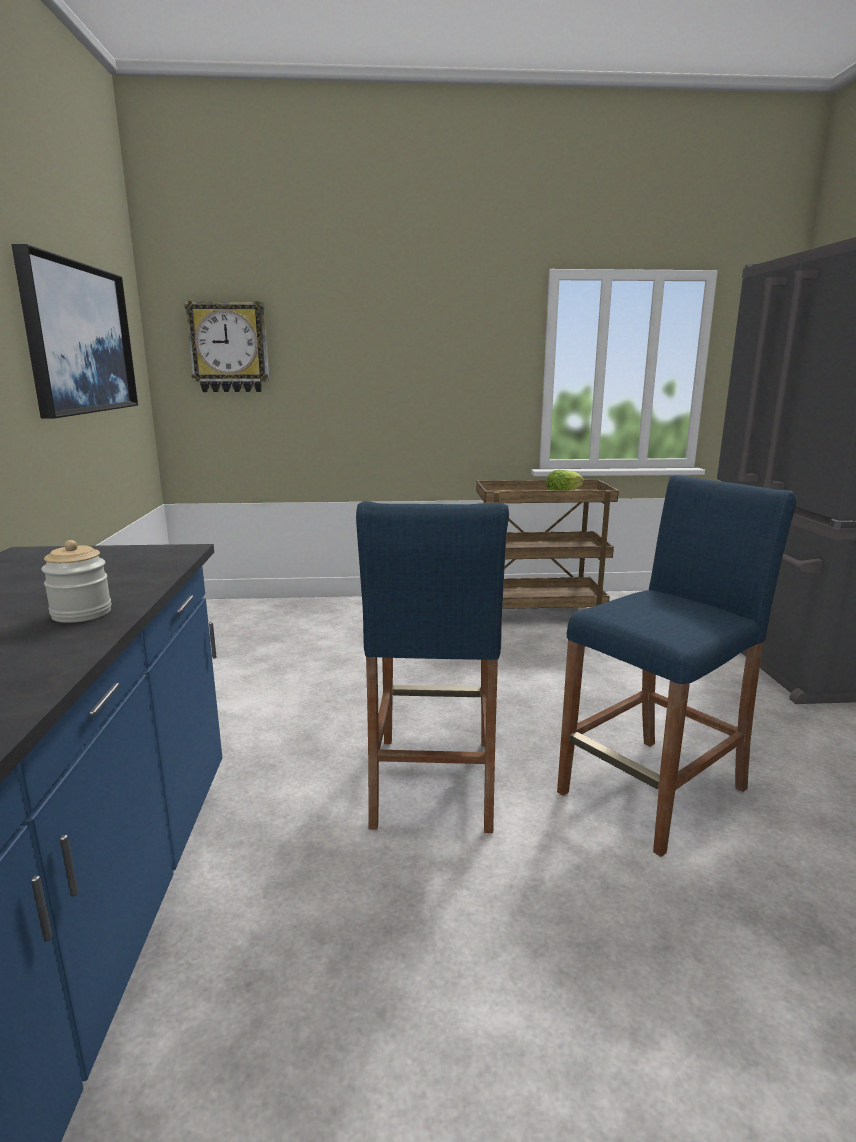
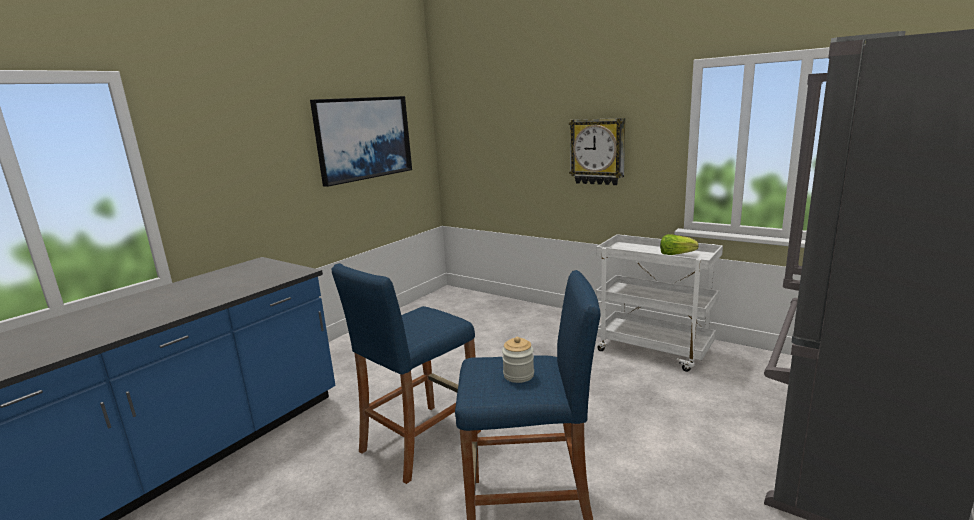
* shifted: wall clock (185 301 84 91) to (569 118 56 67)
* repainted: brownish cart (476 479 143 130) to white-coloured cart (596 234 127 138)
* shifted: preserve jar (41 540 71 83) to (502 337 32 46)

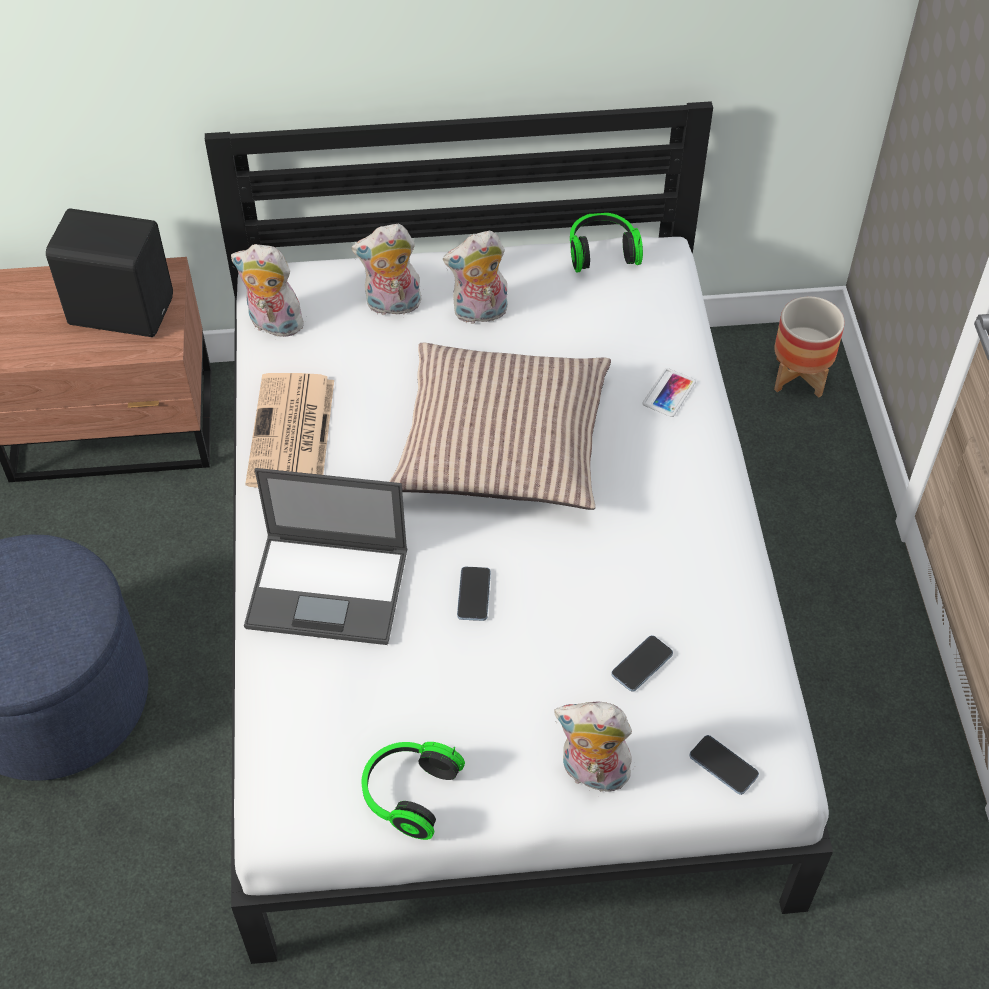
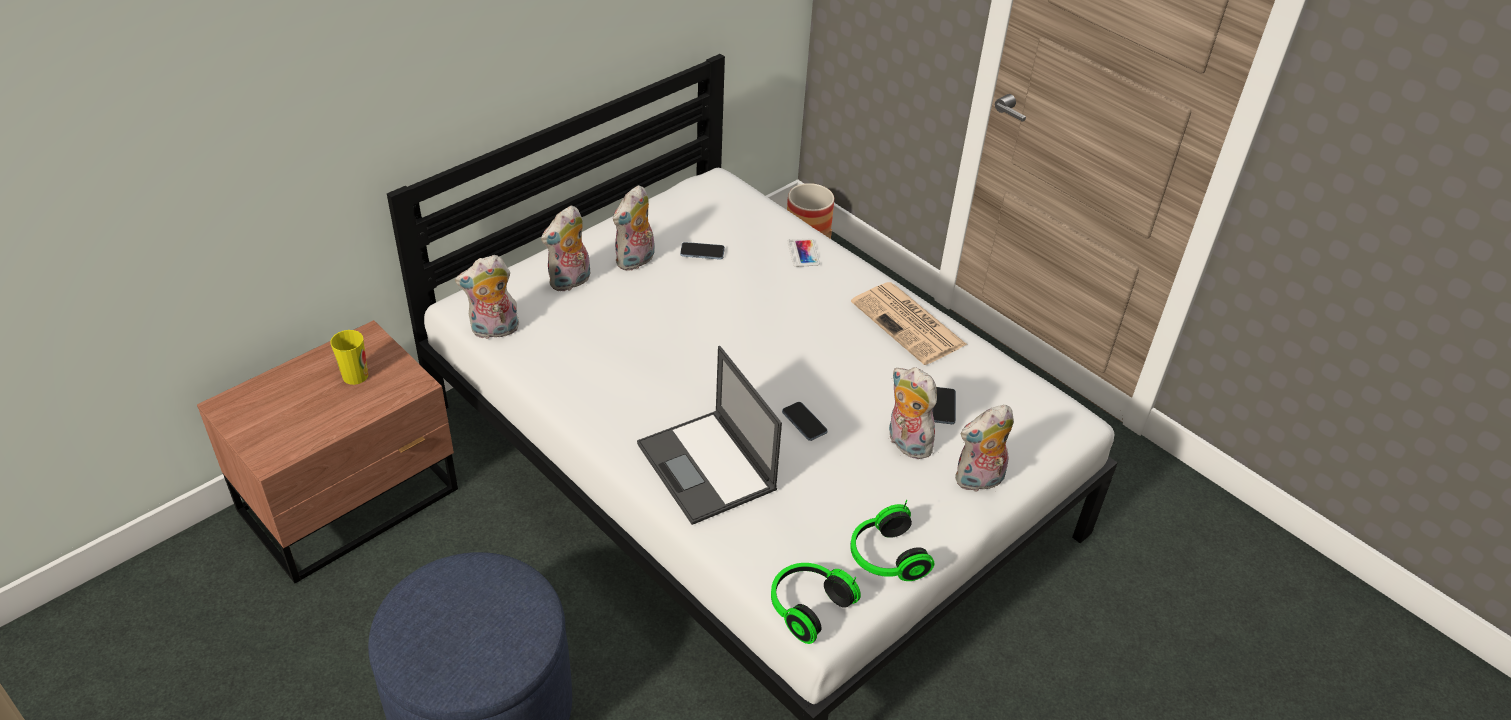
* swapped: black loudspeaker (46 208 127 129) to cup (330 330 38 55)
* shifted: headset (570 213 73 59) to (771 563 90 81)
* gone: pillow (389 343 222 167)
* shifted: printed paper (245 373 89 115) to (851 282 116 83)
* rotated: portable computer (244 468 163 177) = (637 346 145 179) 90 degrees clockwise
* shifted: telephone (689 735 70 60) to (680 242 45 18)
* new: plush toy (889 367 49 92)

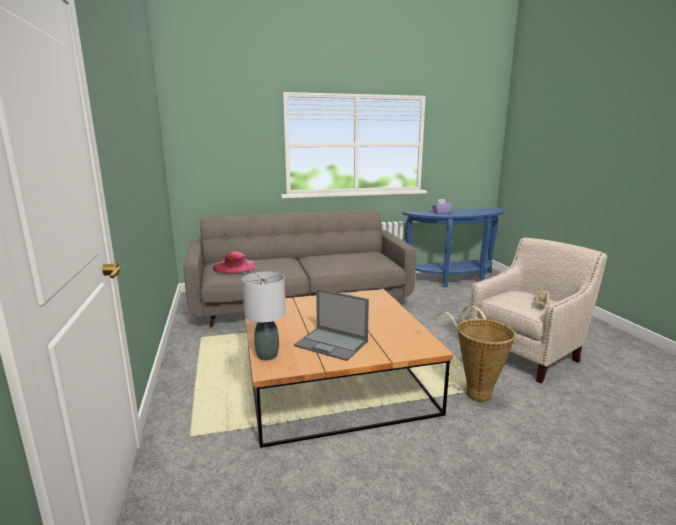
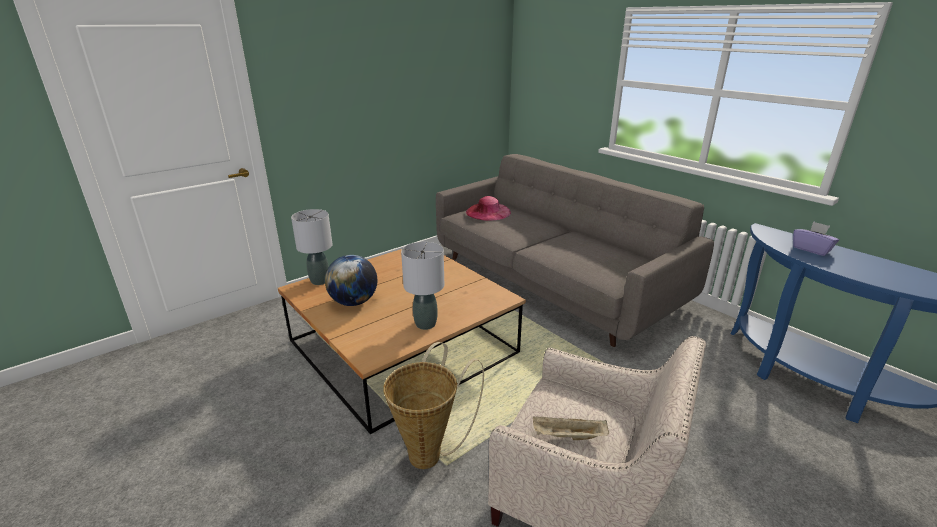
* swapped: portable computer (294 289 75 72) to globe (325 255 52 51)
* new: grey lamp for a table (401 242 43 88)

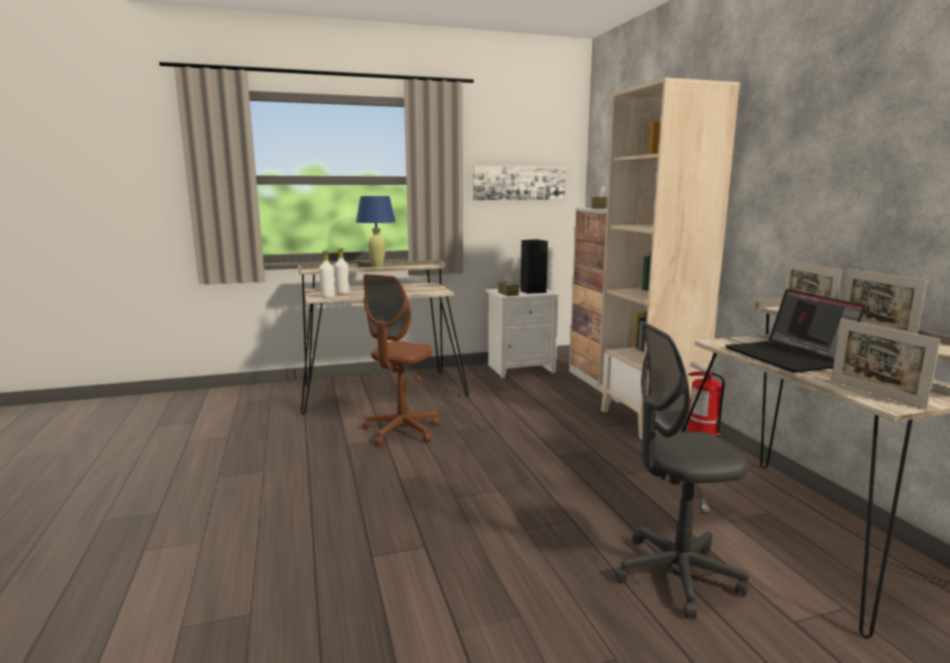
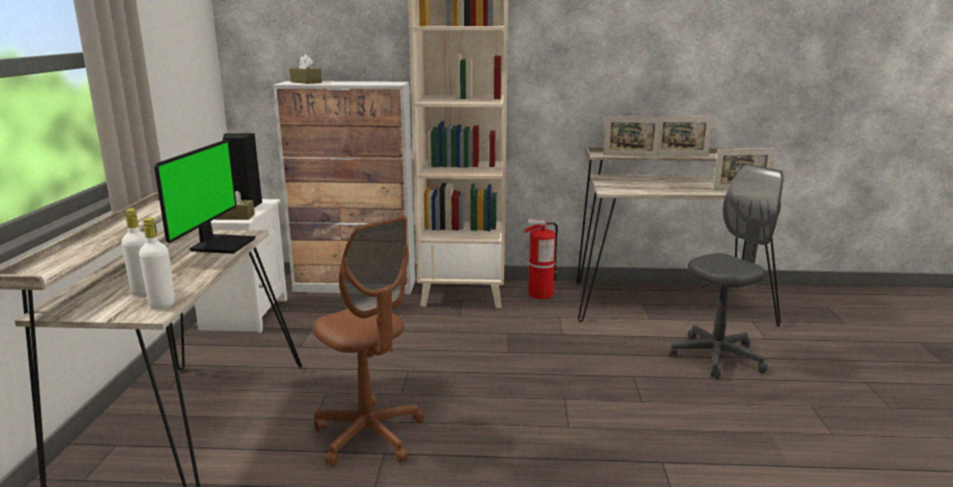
* gone: wall art (473 166 93 34)
* gone: blue lamp for a table (356 196 40 73)
* gone: portable computer (725 289 140 84)
* rotated: grey computer chair (614 322 135 297) = (670 164 114 215) 135 degrees counterclockwise
* new: computer screen (154 140 102 114)

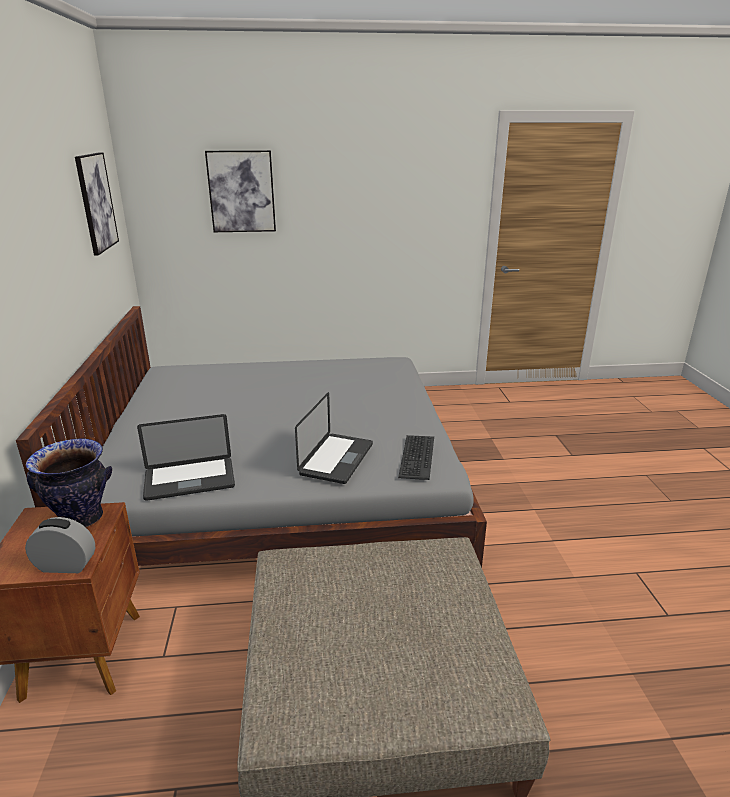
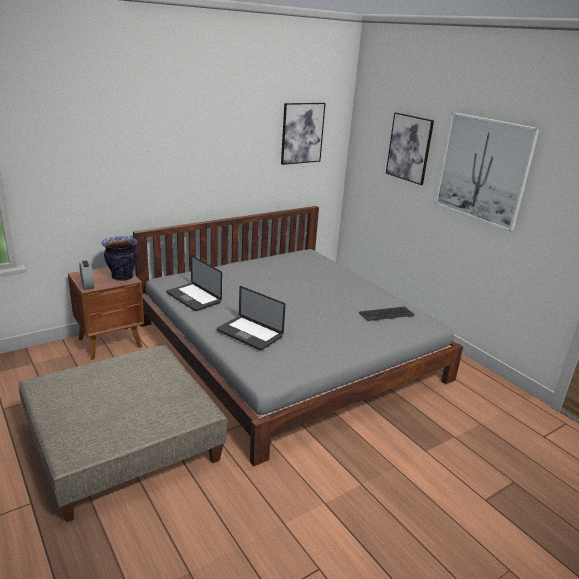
* rotated: portable computer (295 392 78 92) = (217 286 69 64) 45 degrees clockwise
* shifted: PC keyboard (398 435 36 45) to (359 307 56 14)
* new: wall art (435 112 105 120)

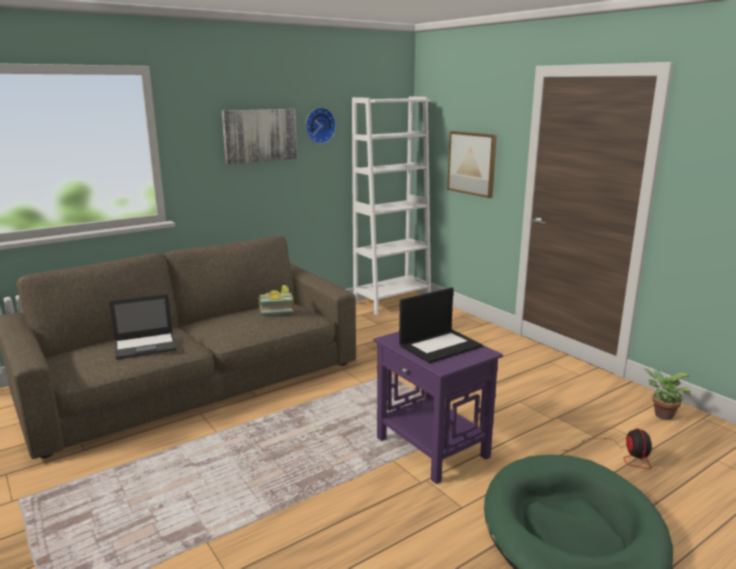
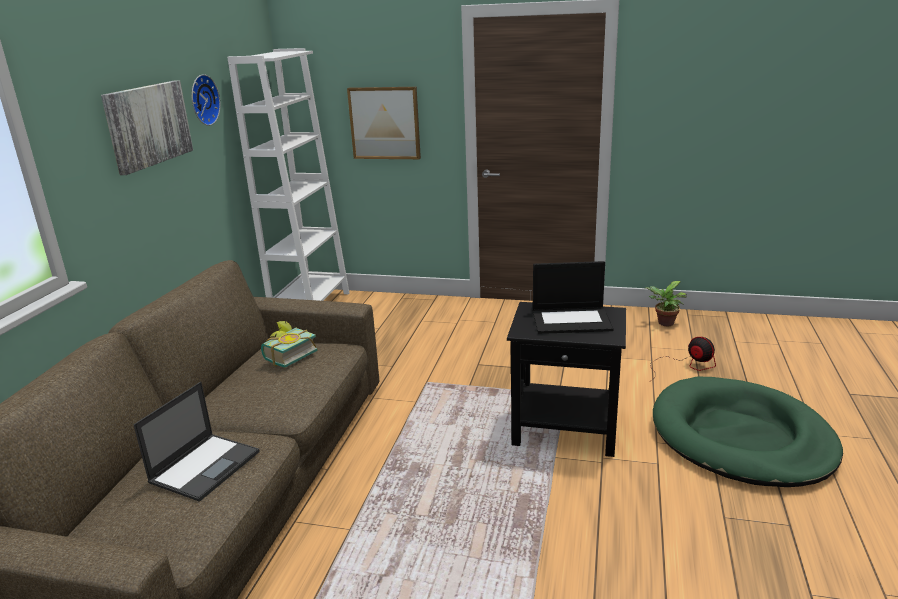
* rotated: portable computer (399 287 84 76) = (532 261 82 73) 75 degrees clockwise
* repainted: purplish end table (373 331 130 153) to black end table (507 302 119 155)

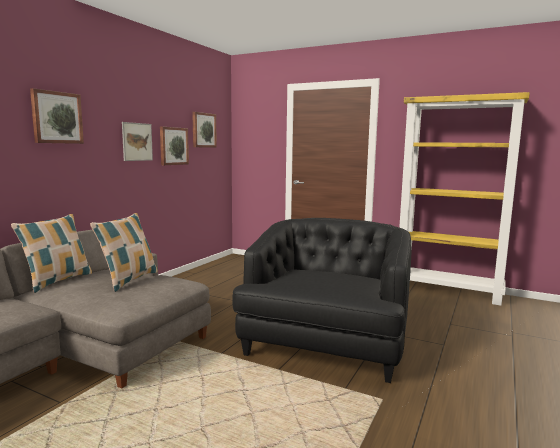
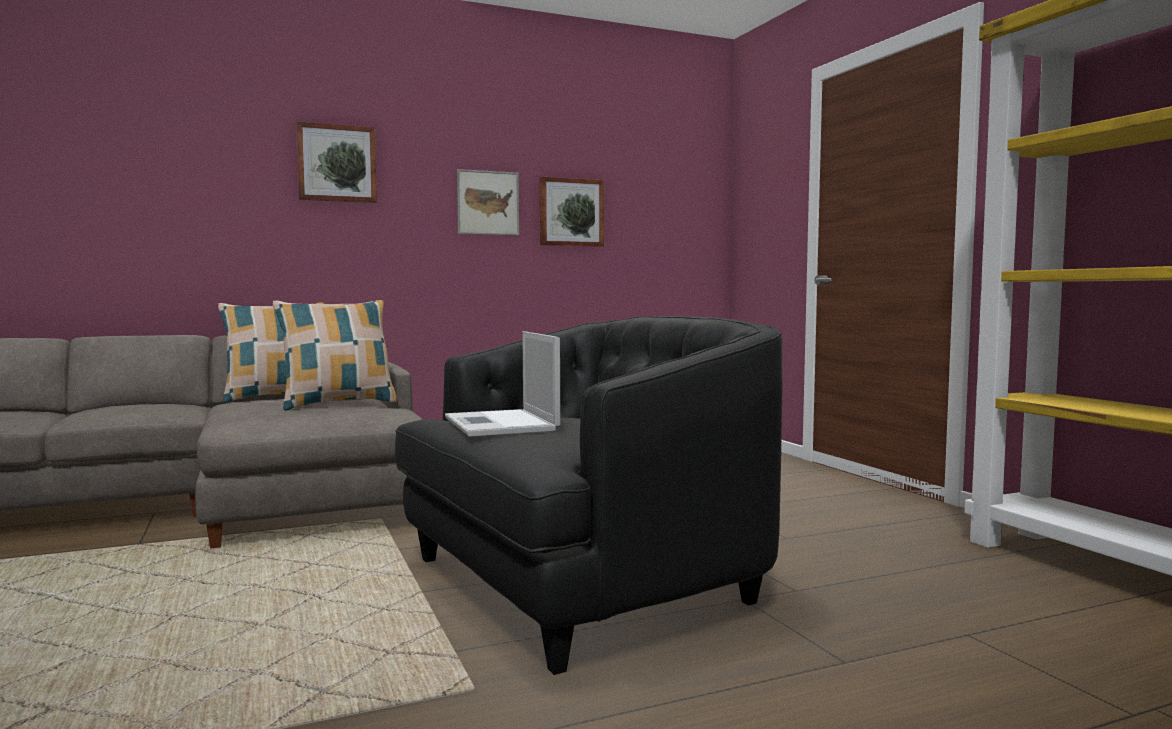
* gone: wall art (192 112 25 36)
* new: portable computer (445 331 115 106)

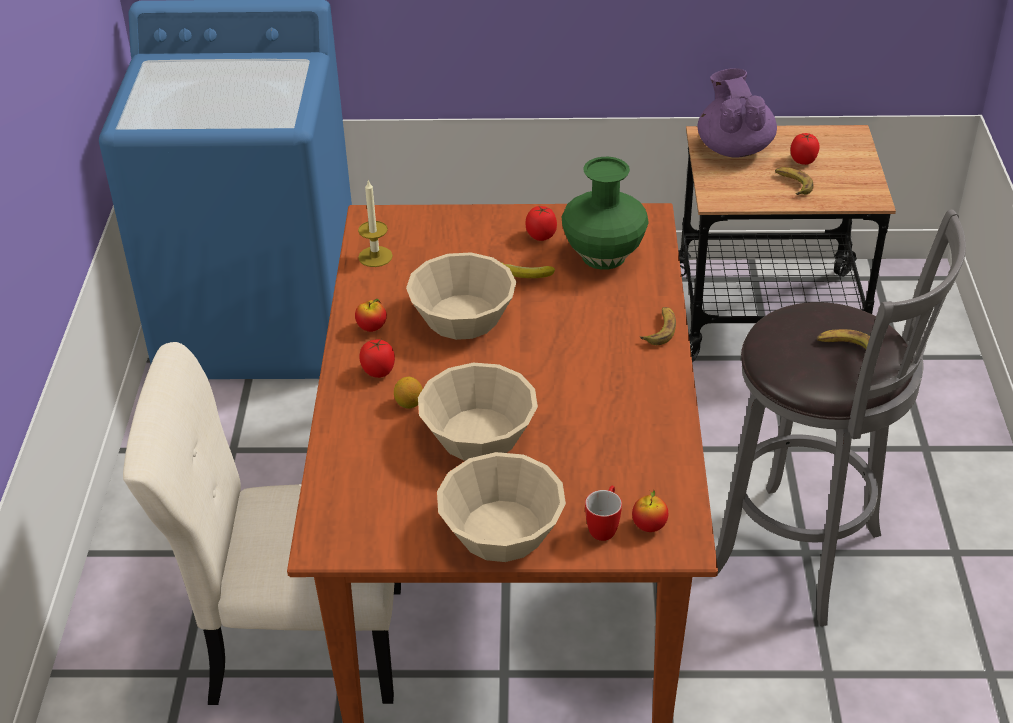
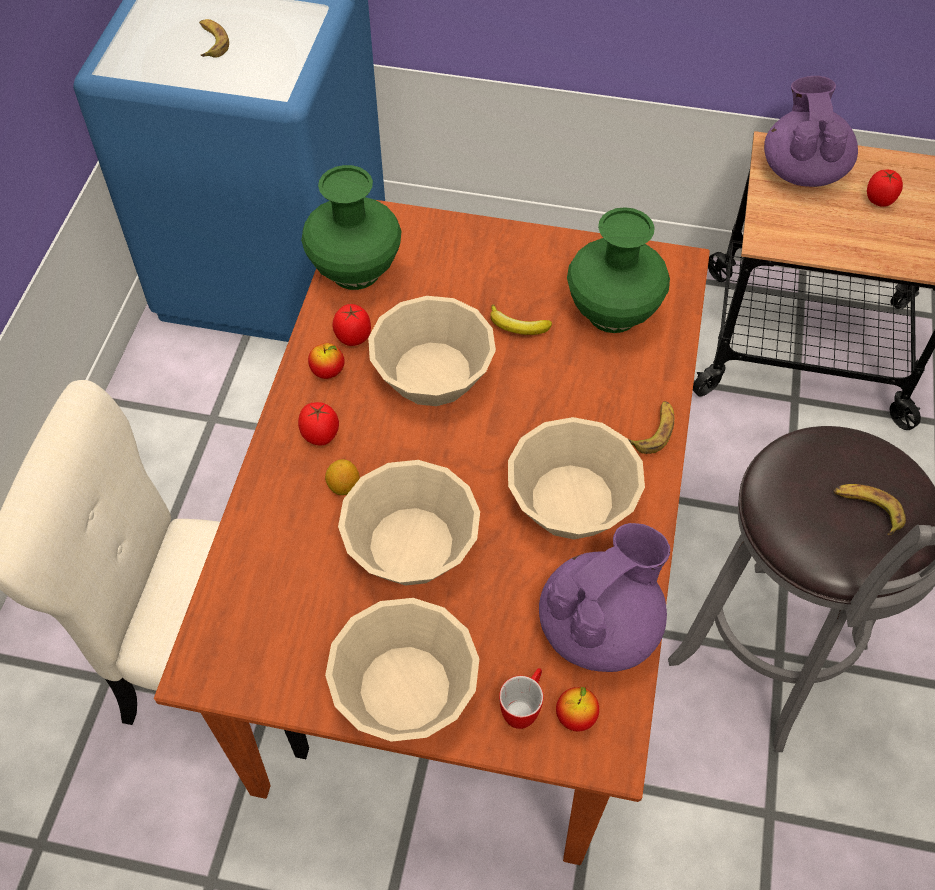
* shifted: banana fruit (775 167 39 28) to (199 19 30 39)
* swapped: wax light (358 180 35 87) to greenish flower vase (301 165 100 125)
* shifted: whole tomato (525 206 32 35) to (333 304 38 42)
* new: beige serving bowl (508 417 137 122)
* new: purplish pot for tea (539 523 131 149)

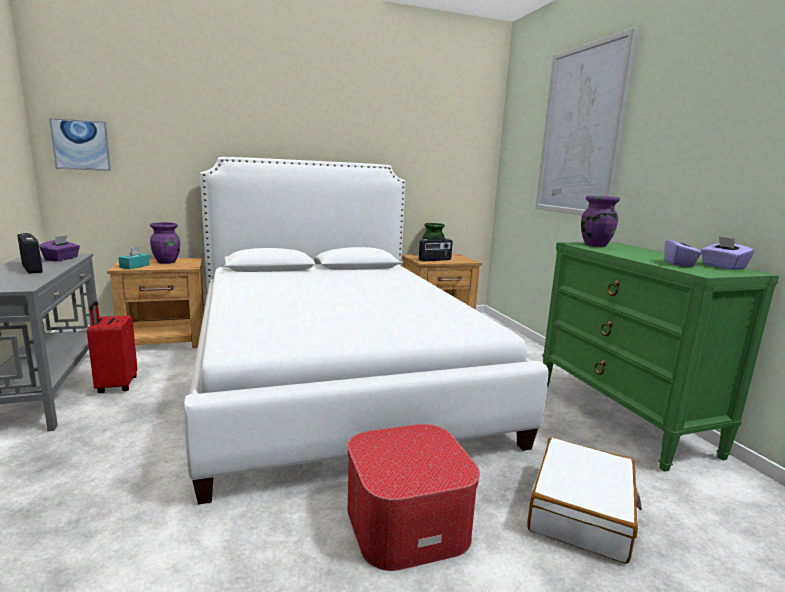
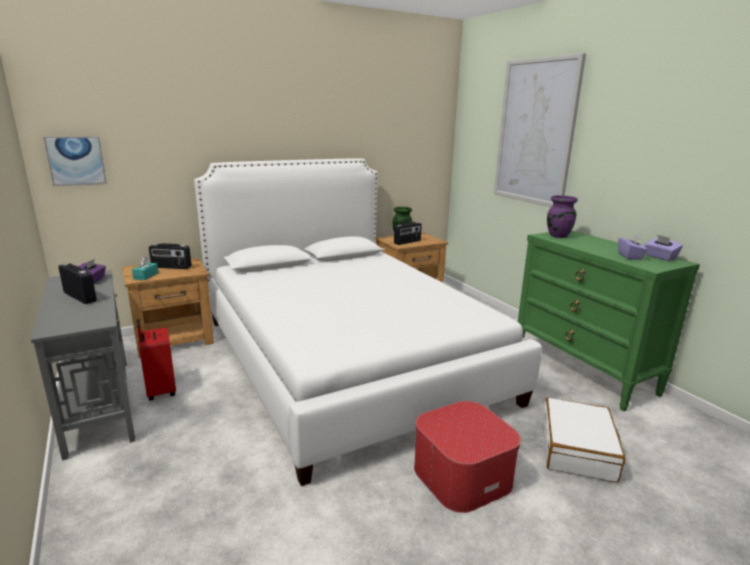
* swapped: purplish flower vase (150 222 30 42) to radio set (149 243 42 26)

